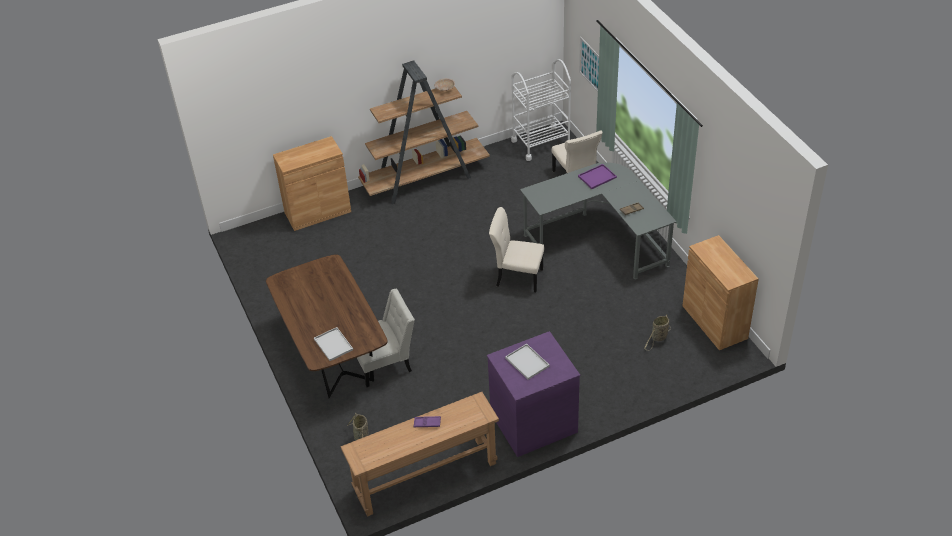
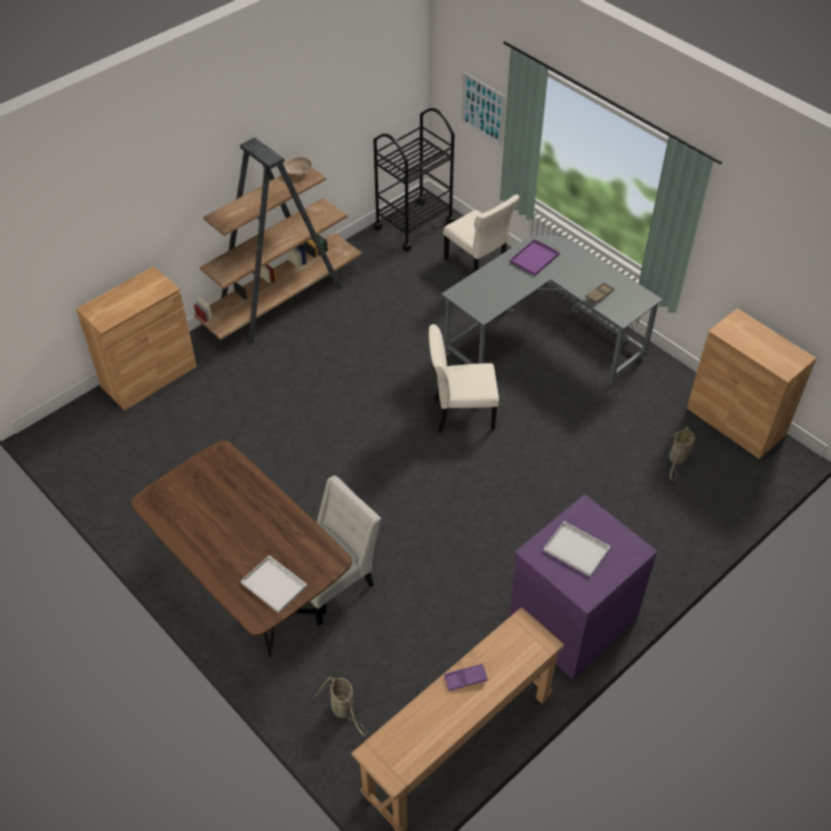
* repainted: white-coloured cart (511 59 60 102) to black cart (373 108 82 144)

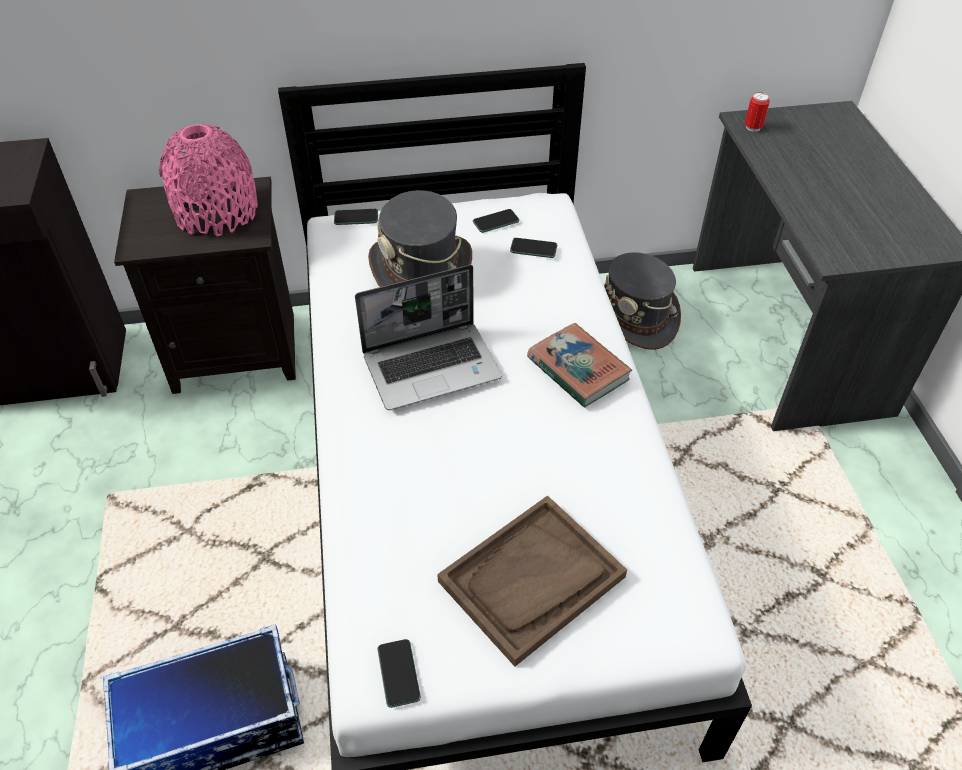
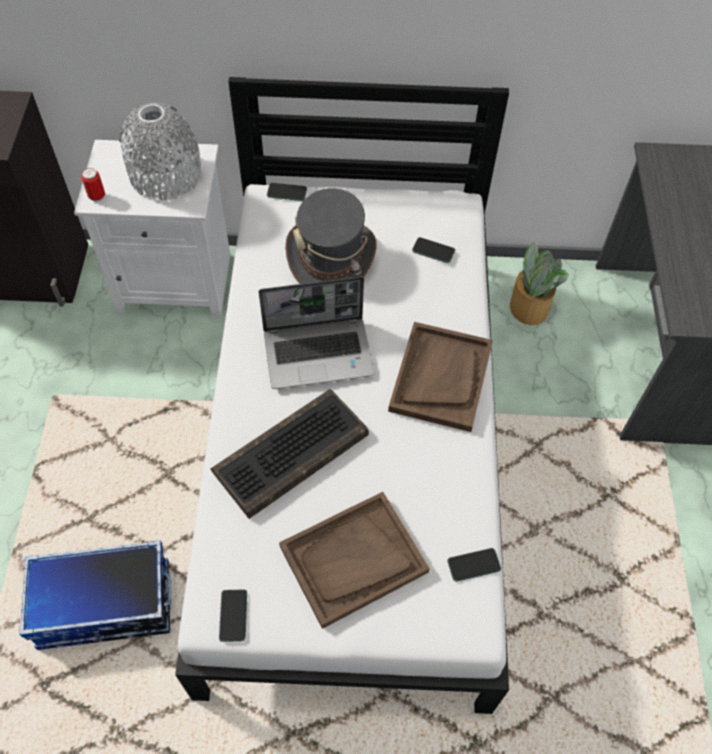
* shifted: sealed can (745 92 25 40) to (81 168 24 34)
* repainted: pink flower vase (159 124 99 112) to grey flower vase (119 102 82 99)
* repainted: black nightstand (114 177 182 217) to white-coloured nightstand (74 140 156 177)
* shifted: telephone (473 209 47 24) to (447 548 54 34)
* swapped: grey wearable hat (604 252 77 98) to potted plant (510 242 59 83)
* swapped: bound book (527 323 105 84) to brownish serving tray (388 322 105 110)
* new: PC keyboard (211 389 158 130)

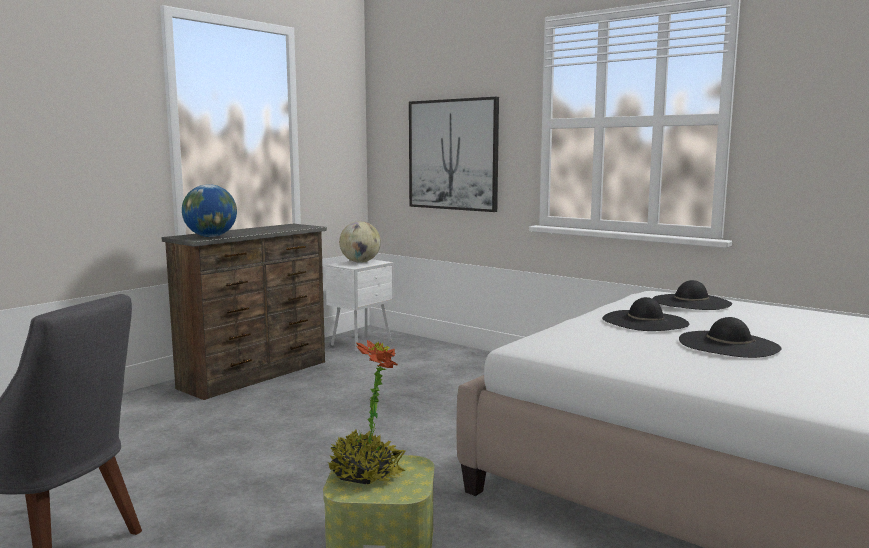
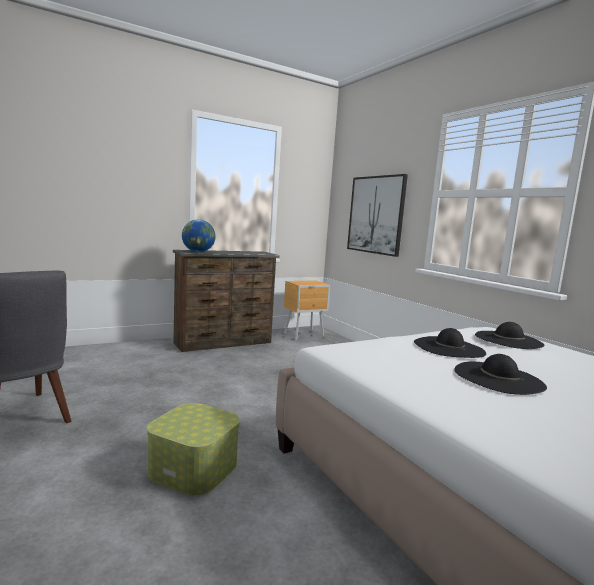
* gone: globe (339 221 42 42)
* repainted: white-coloured nightstand (325 259 69 93) to brownish nightstand (284 280 46 60)
* gone: potted plant (328 340 78 144)

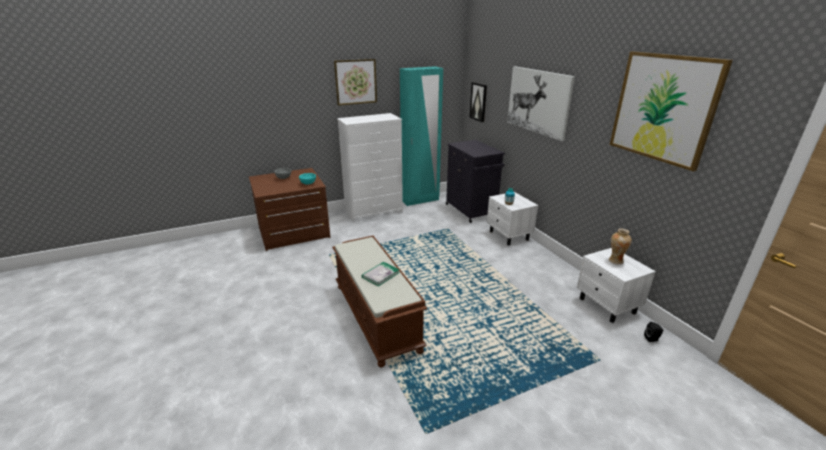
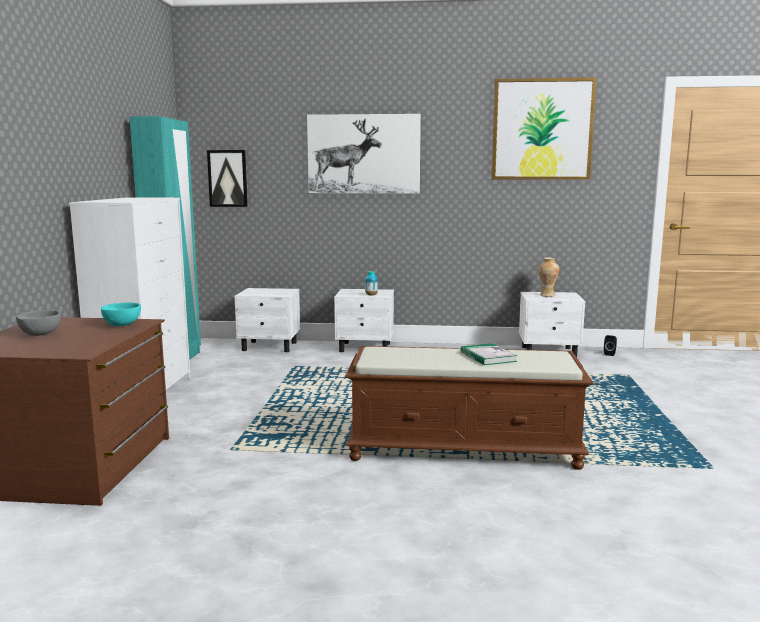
* gone: wall art (334 59 43 47)
* swapped: black cupboard (446 140 59 83) to white-coloured nightstand (234 288 66 64)

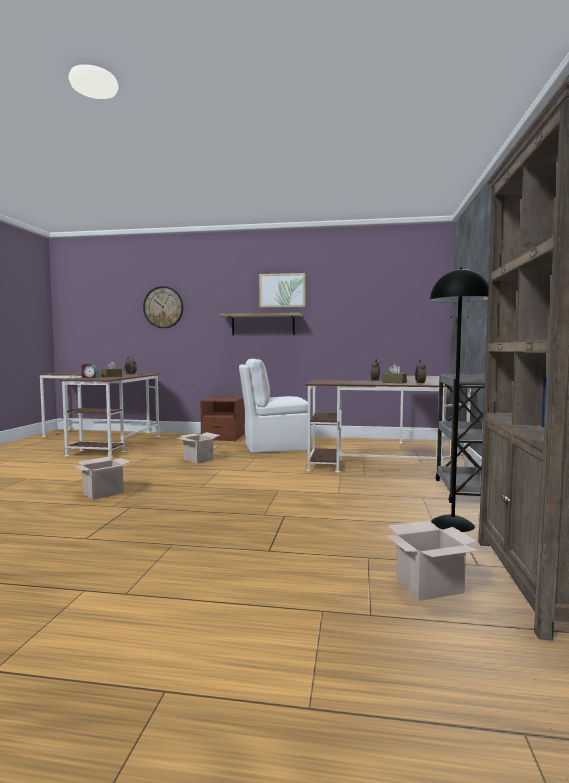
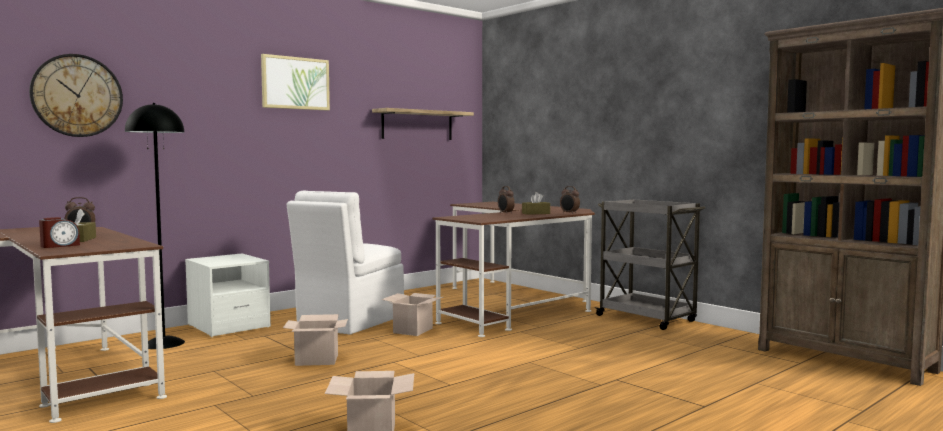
* shifted: black floor lamp (430 268 59 264) to (125 103 60 246)
* shifted: shelf (220 313 82 22) to (372 108 102 32)
* repainted: brownish nightstand (200 396 45 46) to white-coloured nightstand (185 253 86 84)
* shifted: packing box (386 521 94 80) to (381 293 62 43)

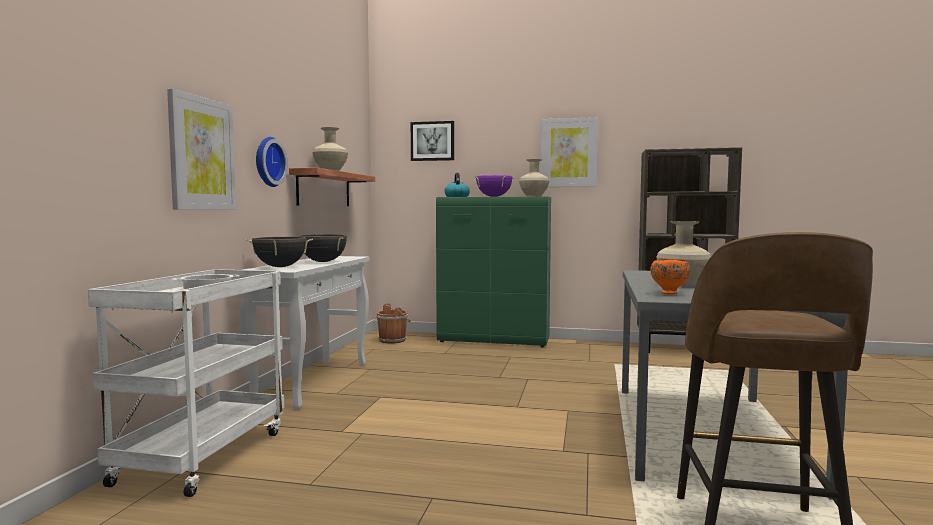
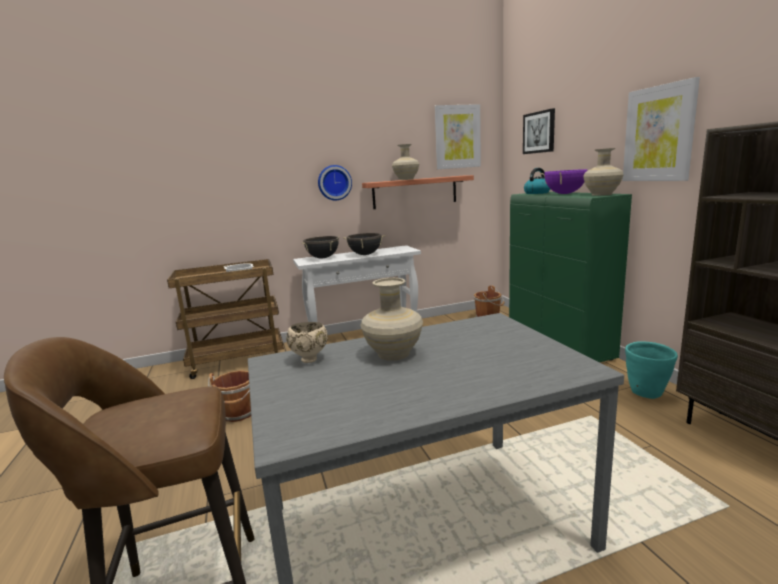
* shifted: wall art (167 89 69 121) to (434 104 47 65)
* repainted: orangey serving bowl (650 259 40 35) to beige serving bowl (286 322 42 41)
* repainted: white-coloured cart (88 269 197 228) to brownish cart (167 259 117 120)
* new: blue-green flower pot (625 341 53 58)
* new: brownish pail (208 370 43 52)

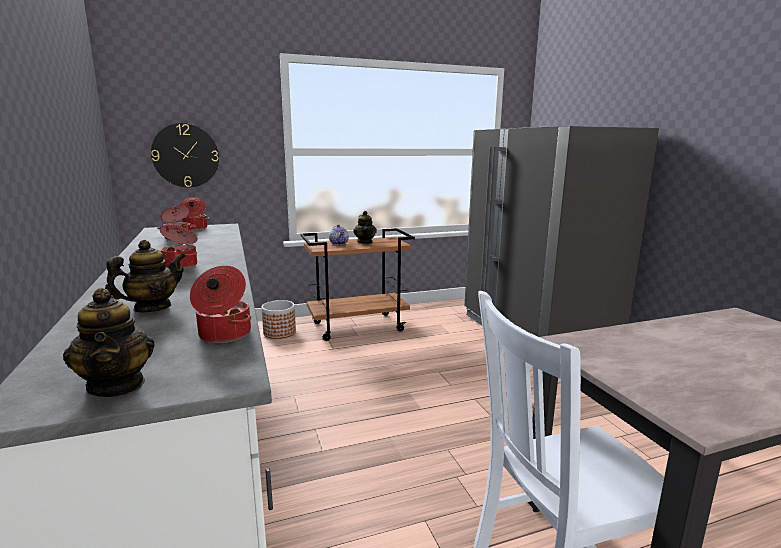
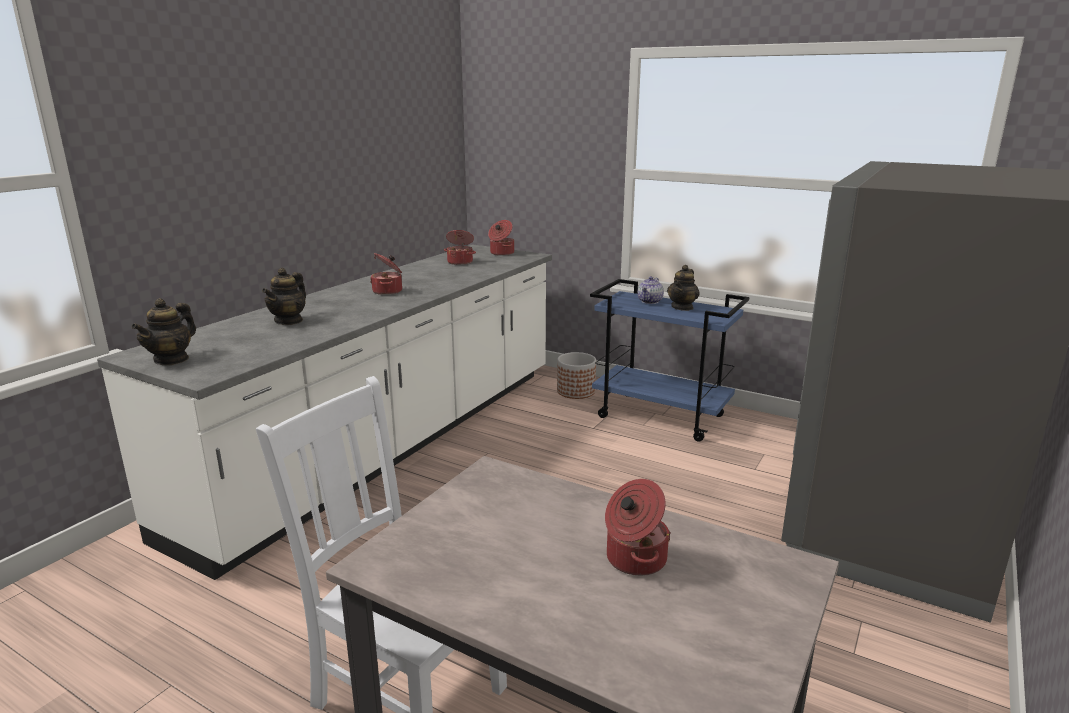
* gone: wall clock (151 123 68 64)
* repainted: brownish cart (300 228 115 113) to blue cart (590 279 160 163)
* rotated: pot for tea (105 240 81 72) = (262 268 44 57) 105 degrees clockwise
* shifted: saucepot (190 266 61 77) to (605 479 66 97)

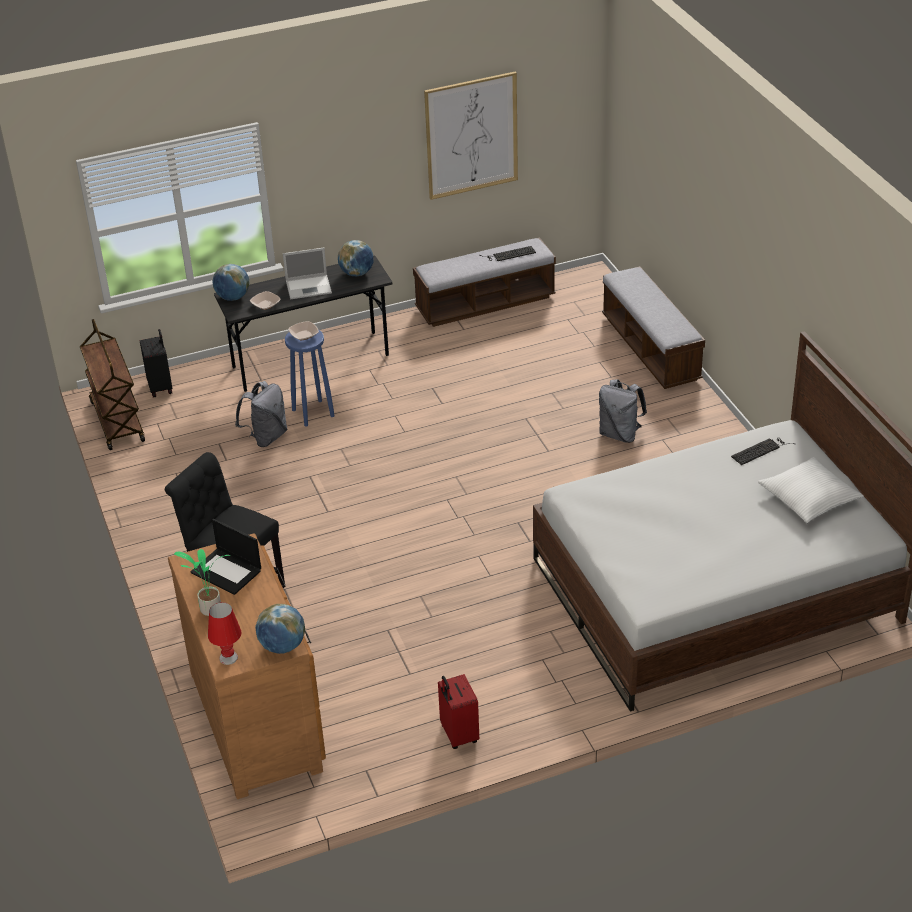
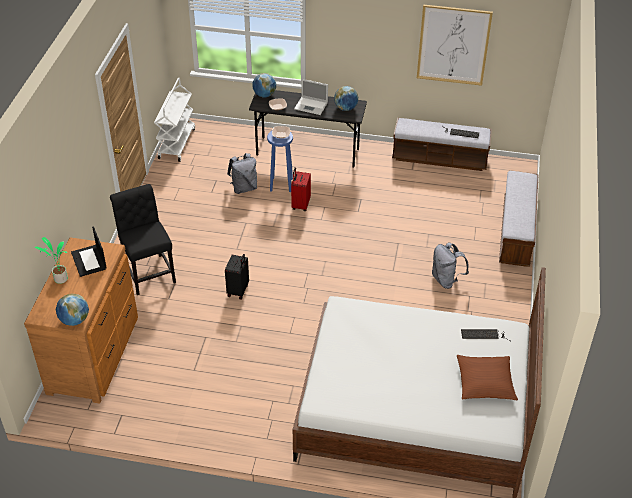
* repainted: brownish cart (80 319 65 131) to white-coloured cart (154 78 41 84)
* shifted: black suitcase (140 329 33 68) to (225 254 24 46)
* repainted: white-coloured pillow (758 457 106 66) to brownish pillow (457 355 61 45)
* gone: red lamp for a table (208 602 34 63)
* shifted: red suitcase (438 674 41 75) to (291 167 20 44)

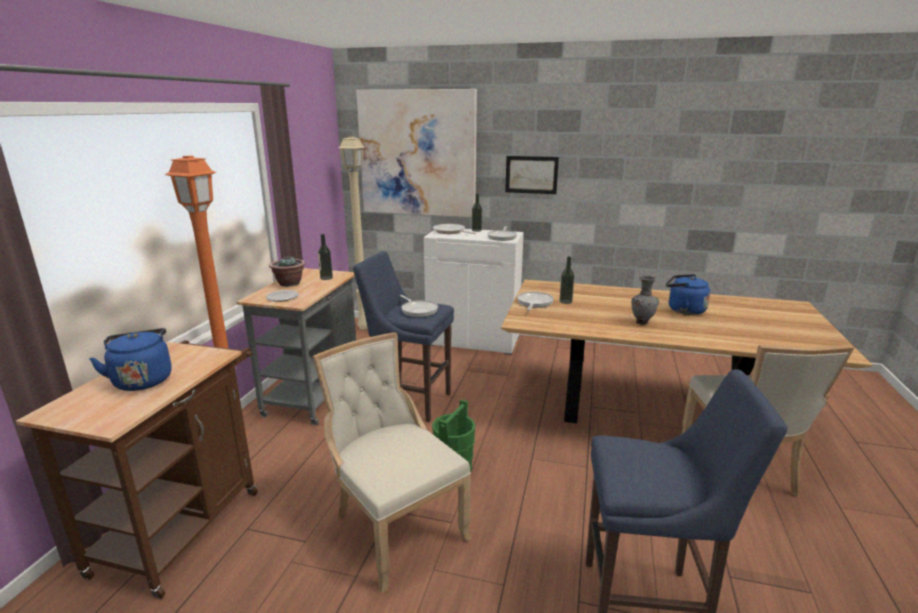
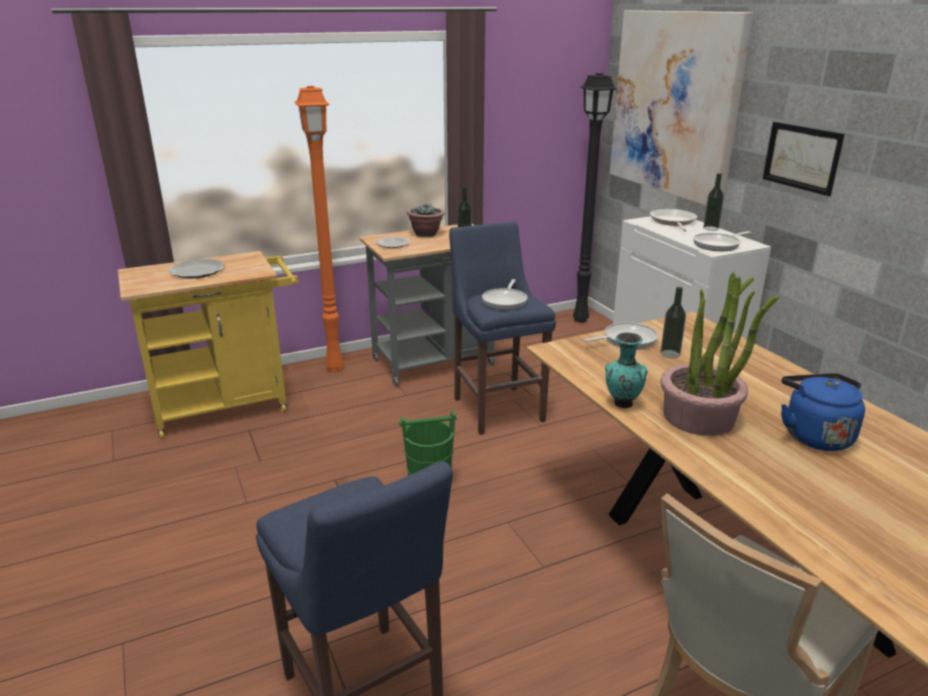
* repainted: beige floor lamp (338 136 30 193) to black floor lamp (573 73 45 250)
* swapped: grey flower vase (631 276 28 49) to potted plant (660 272 119 164)
* swapped: blue tea kettle (89 328 83 63) to flat dish (168 259 57 20)
* gone: beige plain chair (313 332 159 261)
* repainted: brownish cart (16 340 242 259) to yellow-coloured cart (118 251 181 188)
* new: blue-green flower vase (605 332 42 76)

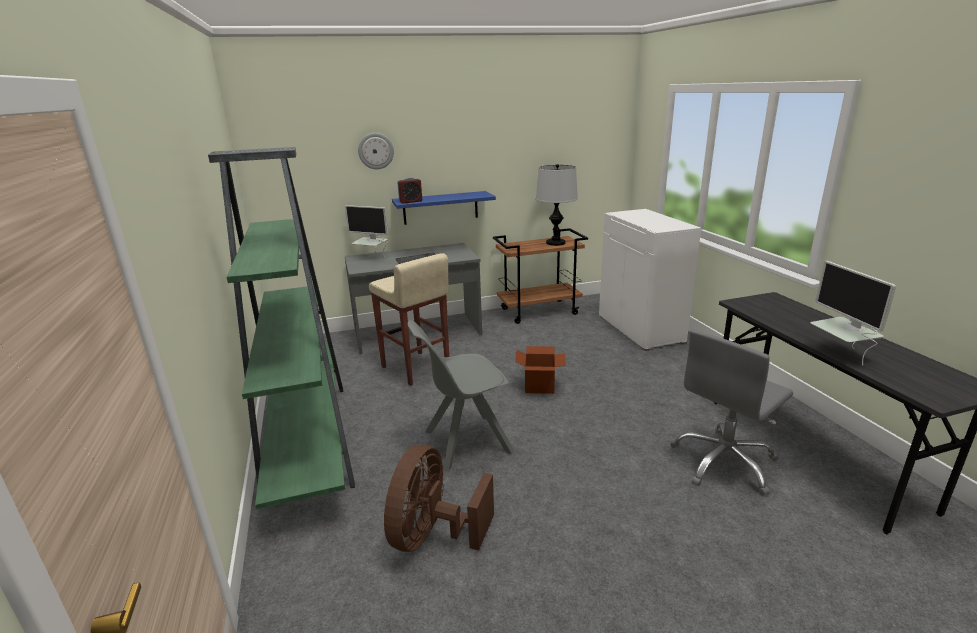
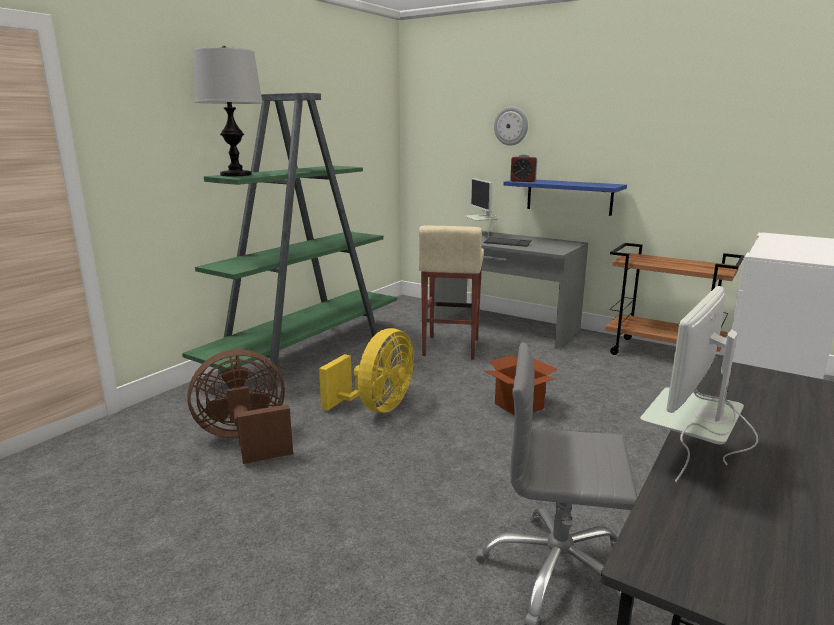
* shifted: lamp for a table (536 164 42 82) to (194 46 69 130)
* swapped: grey plain chair (407 320 107 151) to yellow-coloured cooling fan (319 328 95 85)

